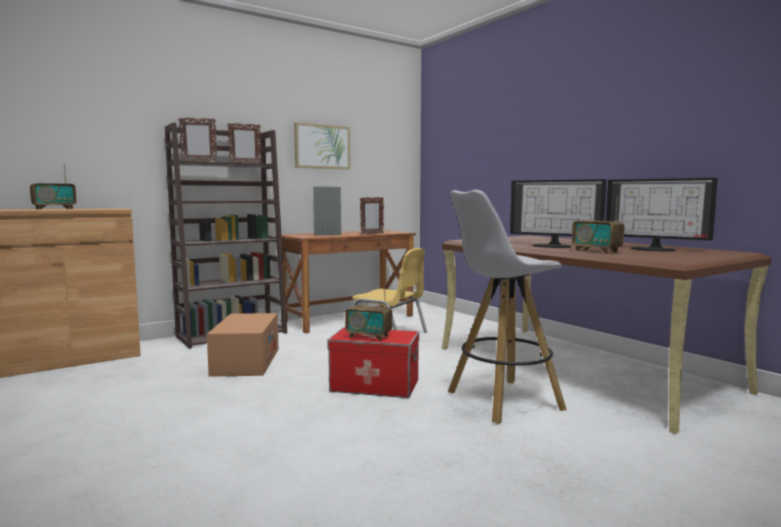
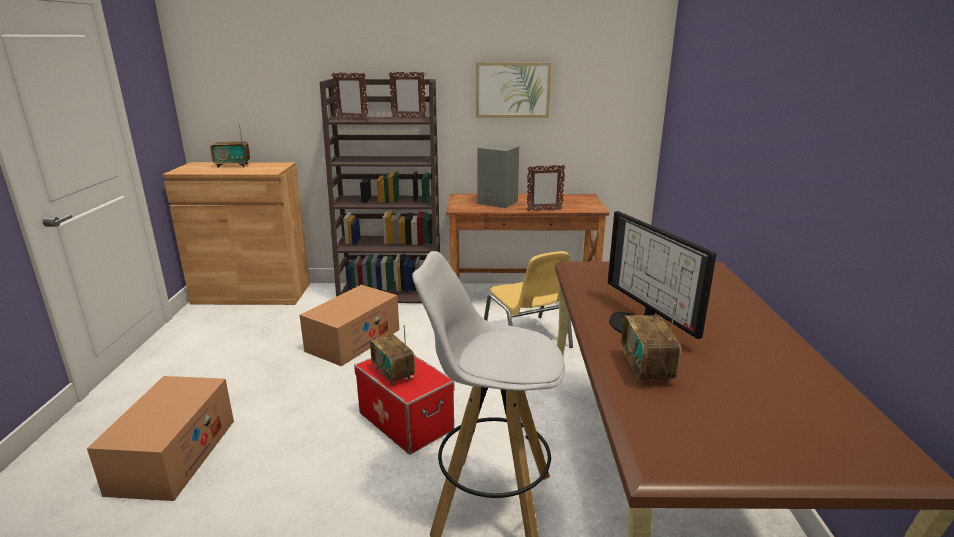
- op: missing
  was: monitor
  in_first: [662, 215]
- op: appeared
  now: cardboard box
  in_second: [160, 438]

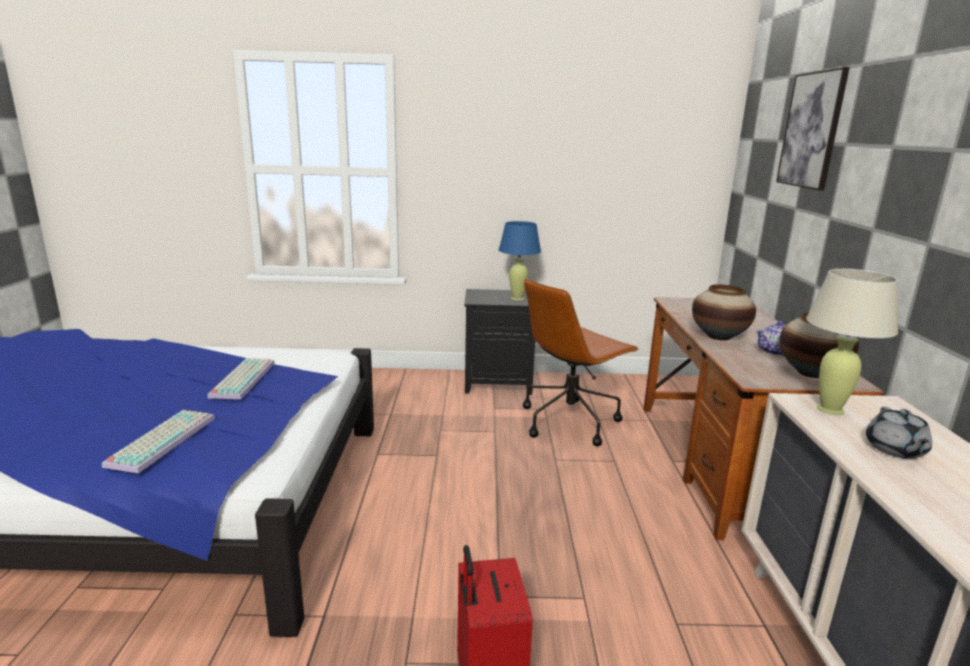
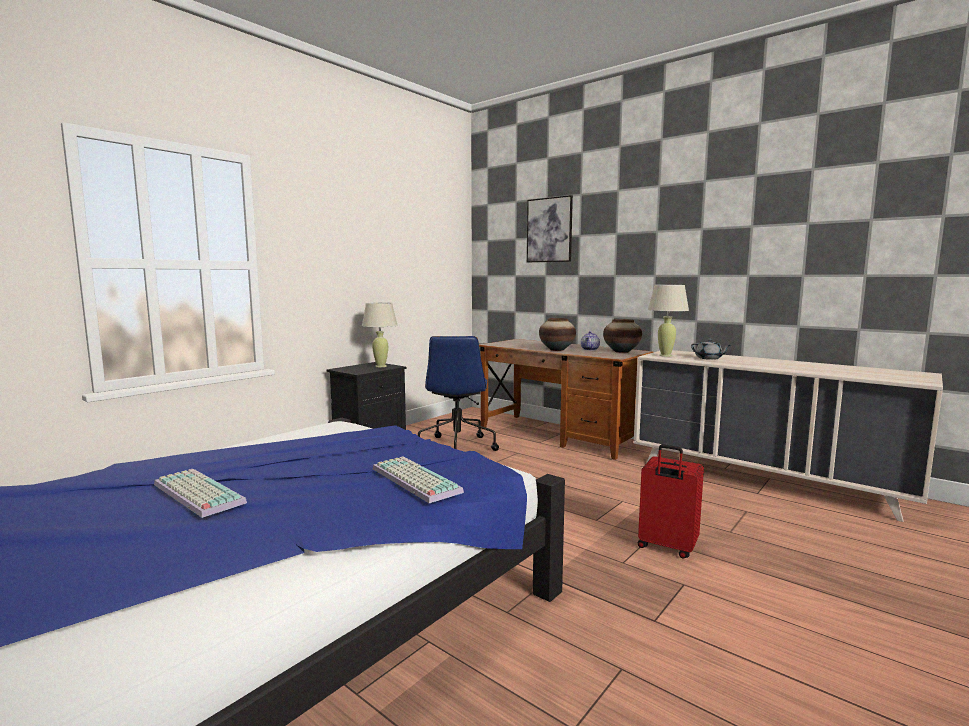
- op: relocated
  was: keyboard
  in_first: [241, 378]
  in_second: [200, 493]
- op: colour
  was: table lamp/blue
  now: table lamp/beige
  in_first: [520, 261]
  in_second: [379, 334]
- op: colour
  was: office chair/brown
  now: office chair/blue
  in_first: [581, 362]
  in_second: [458, 393]

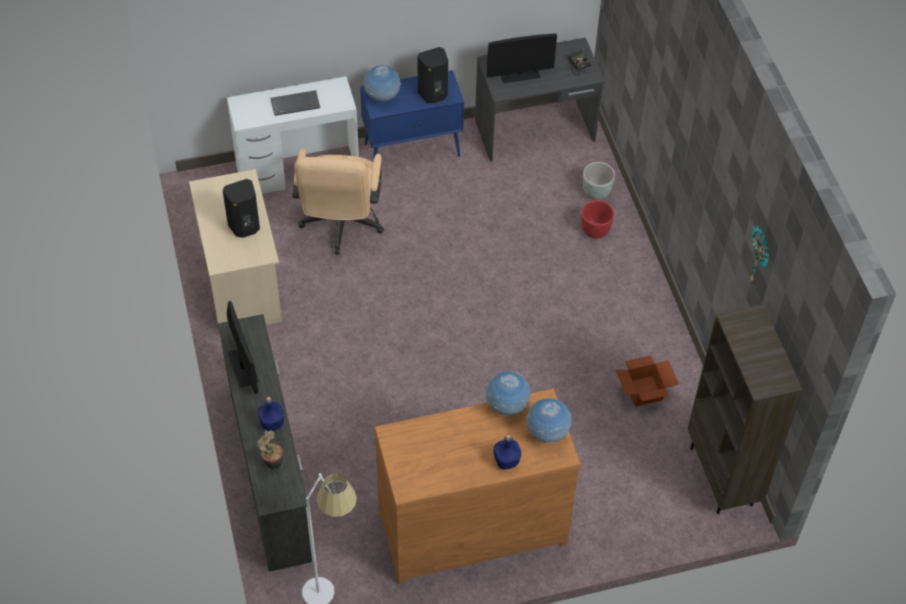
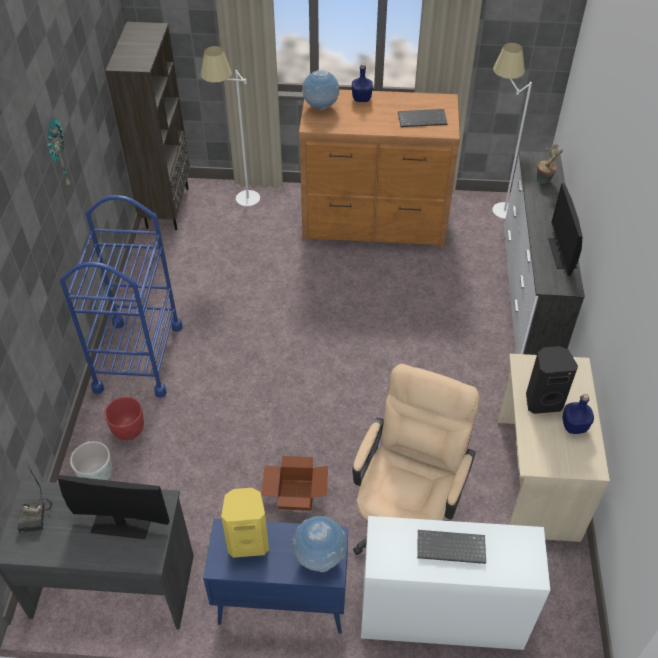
- op: missing
  was: globe
  in_first: [508, 393]
- op: appeared
  now: cart/blue
  in_second: [121, 296]
- op: appeared
  now: floor lamp/white
  in_second: [230, 126]
- op: appeared
  now: keyboard
  in_second: [423, 118]
- op: relocated
  was: bottle/blue
  in_first: [271, 414]
  in_second: [578, 414]
- op: relocated
  was: cardboard box
  in_first: [647, 381]
  in_second: [294, 483]
- op: relocated
  was: wall clock
  in_first: [759, 254]
  in_second: [58, 152]
- op: colour
  was: speaker/black
  now: speaker/yellow
  in_first: [433, 75]
  in_second: [245, 523]

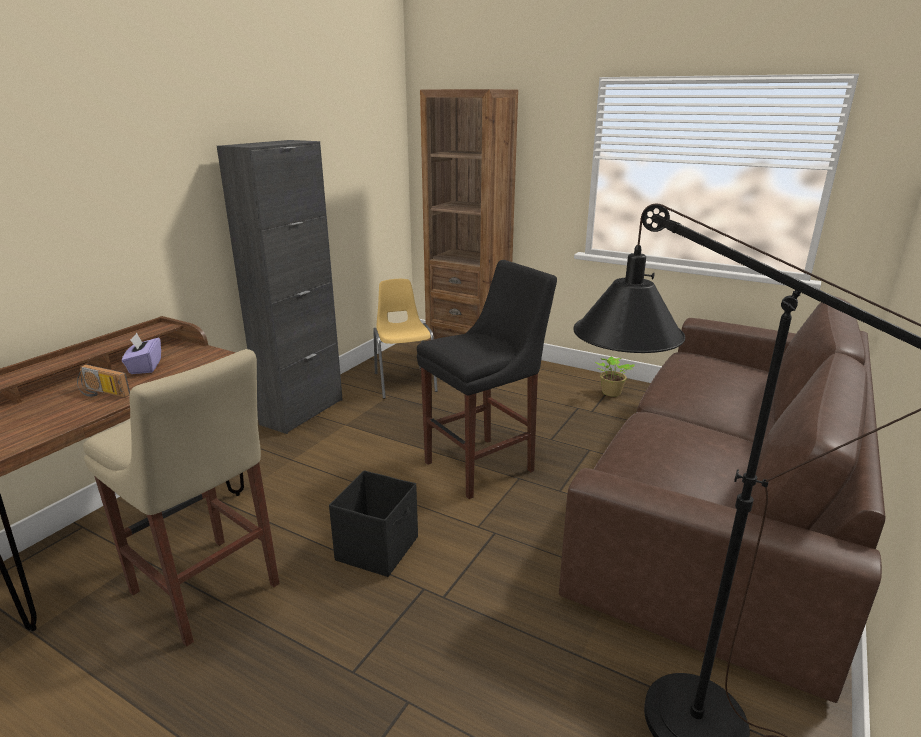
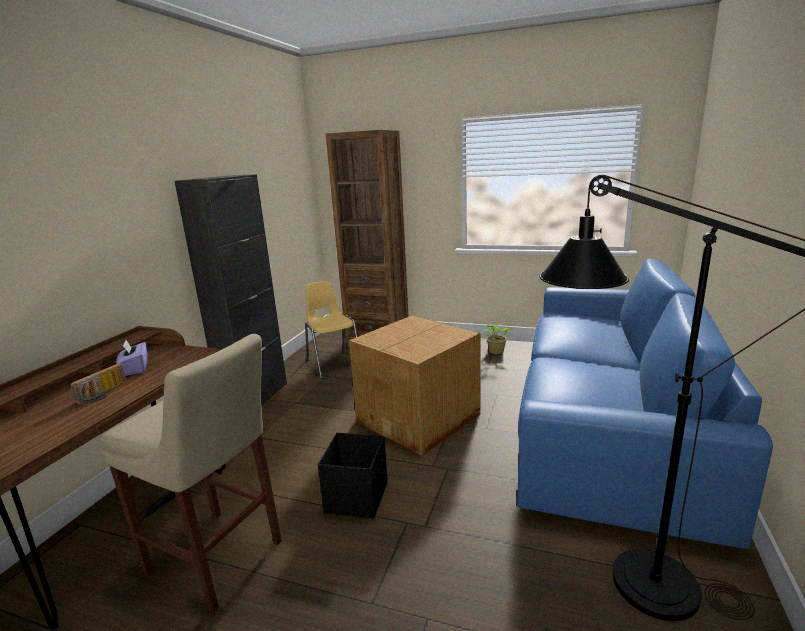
- op: exchanged
  was: stool/black
  now: cardboard box
  in_first: [487, 379]
  in_second: [415, 386]
- op: colour
  was: sofa/brown
  now: sofa/blue
  in_first: [722, 499]
  in_second: [645, 404]
- op: spun
  was: radio
  in_first: [103, 381]
  in_second: [98, 384]
  clockwise: -75

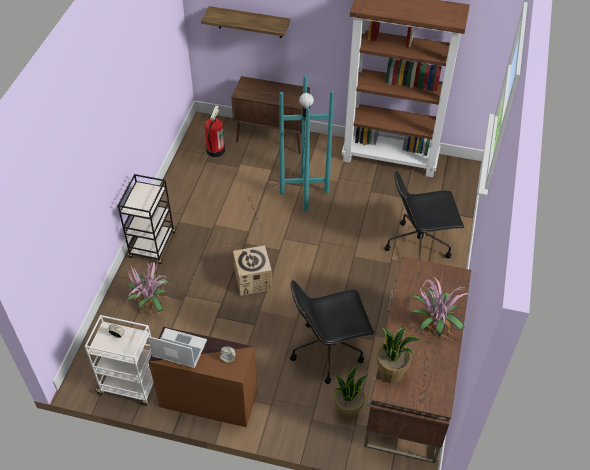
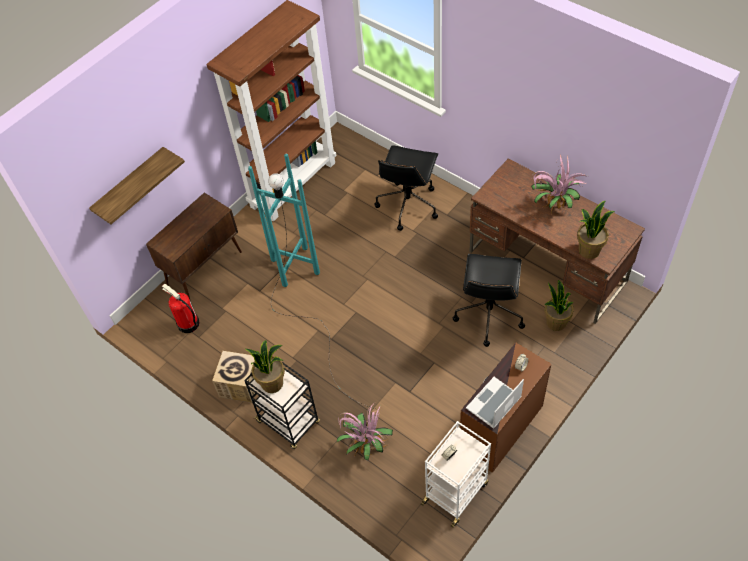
- op: appeared
  now: potted plant
  in_second: [265, 366]
- op: relocated
  was: cardboard box
  in_first: [252, 270]
  in_second: [233, 377]

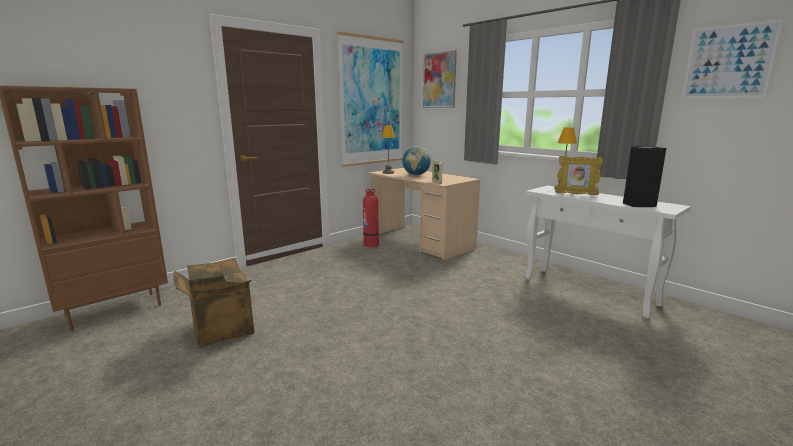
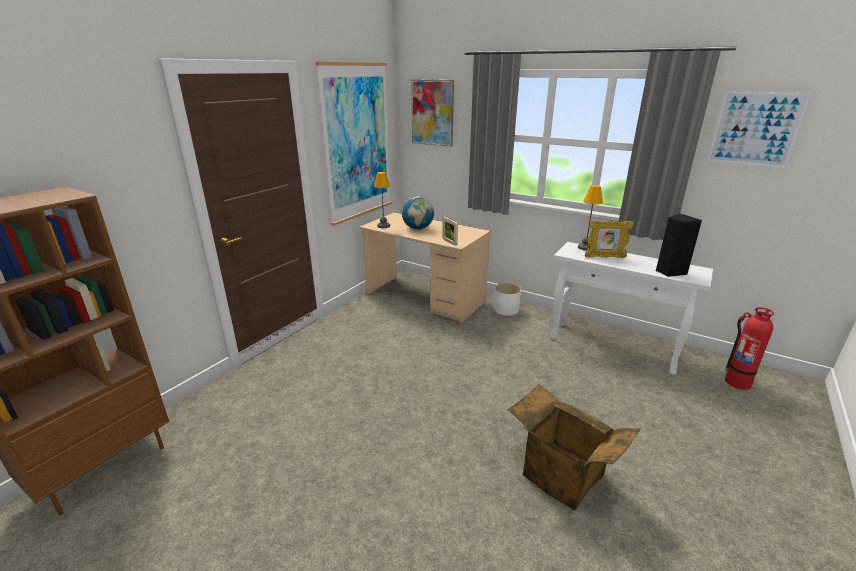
- op: appeared
  now: planter/white
  in_second: [508, 299]
- op: relocated
  was: cardboard box
  in_first: [214, 302]
  in_second: [574, 447]
- op: relocated
  was: fire extinguisher
  in_first: [371, 218]
  in_second: [749, 348]

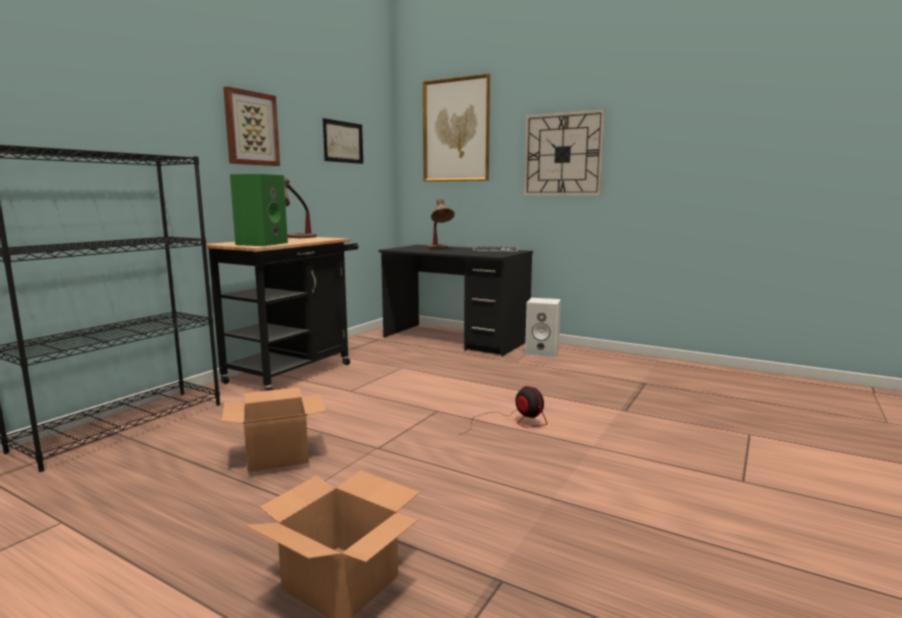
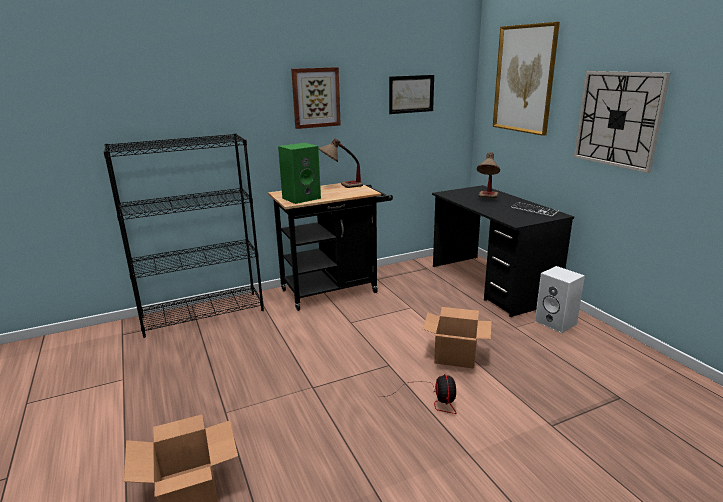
- op: relocated
  was: cardboard box
  in_first: [274, 429]
  in_second: [457, 338]

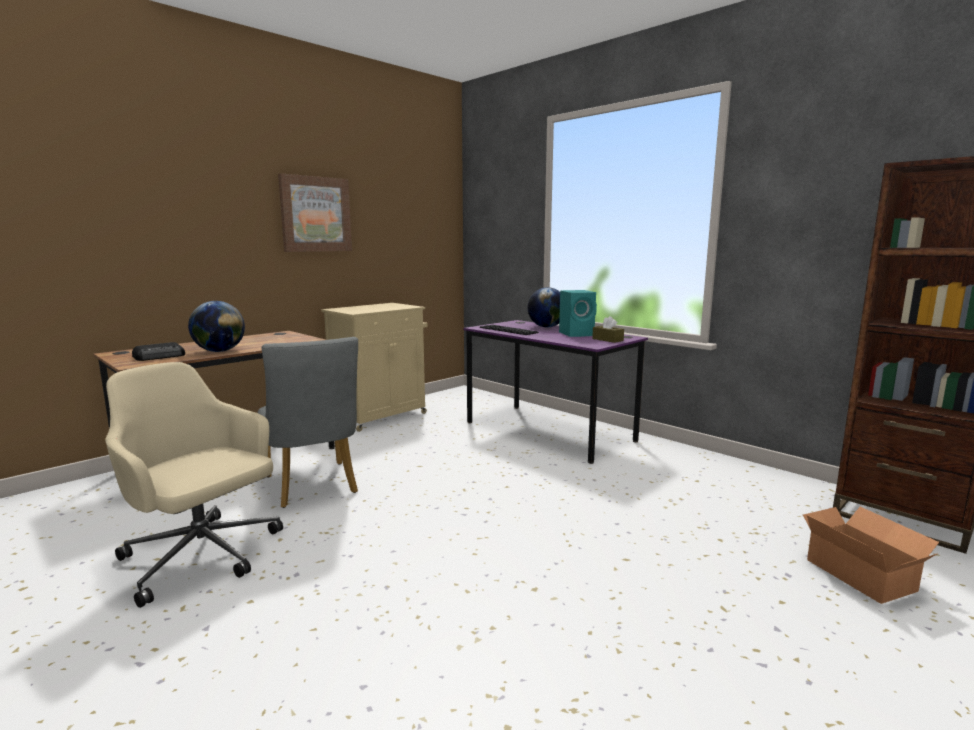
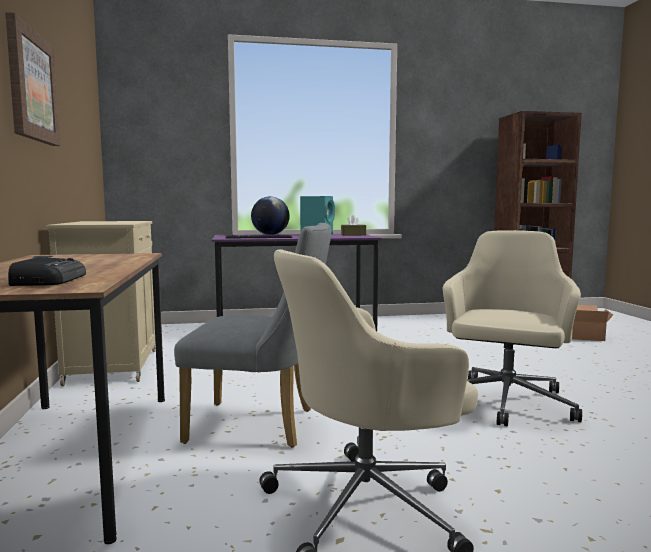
- op: missing
  was: globe
  in_first: [216, 326]
- op: appeared
  now: office chair/beige
  in_second: [512, 328]

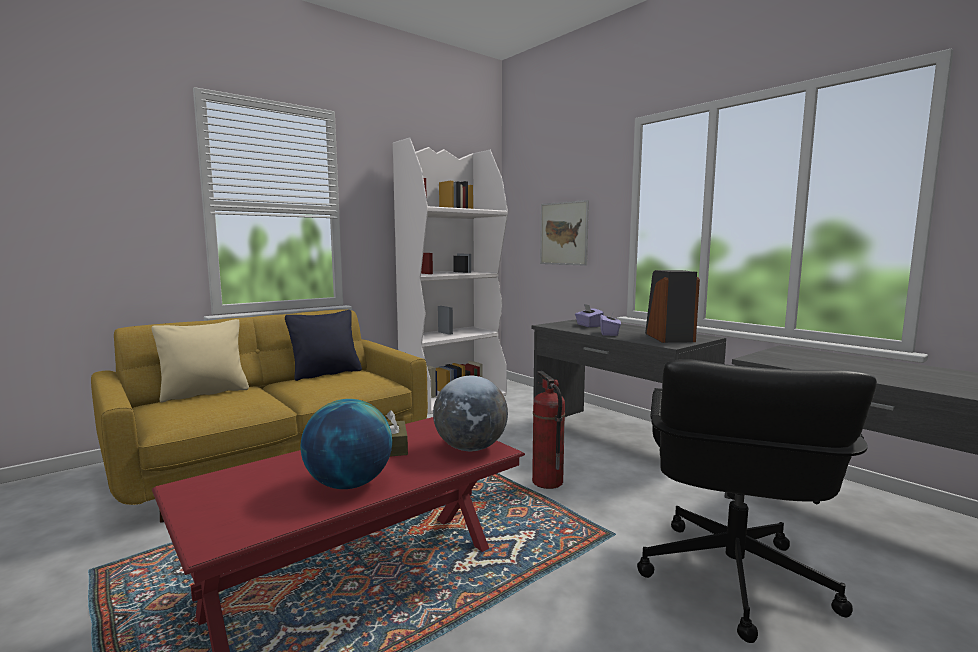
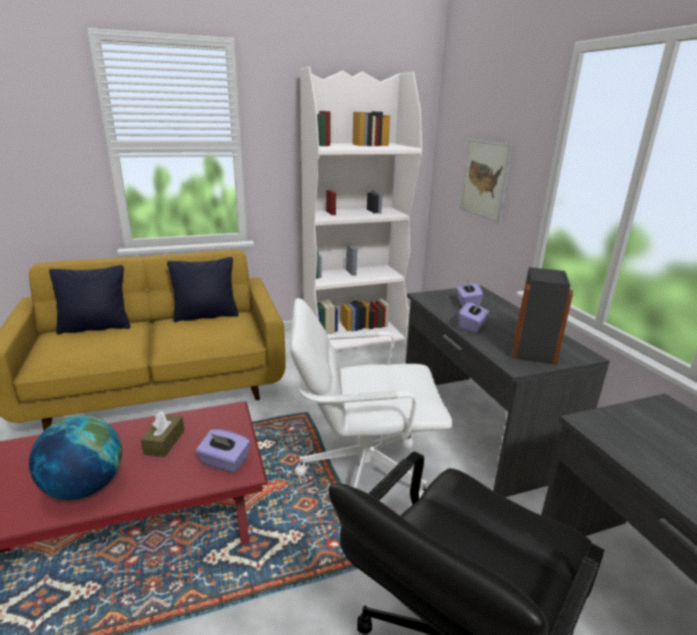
- op: exchanged
  was: globe
  now: tissue box/purple
  in_first: [470, 413]
  in_second: [223, 451]
- op: exchanged
  was: fire extinguisher
  now: office chair/white
  in_first: [548, 430]
  in_second: [371, 398]
- op: colour
  was: pillow/beige
  now: pillow/black
  in_first: [200, 360]
  in_second: [89, 299]

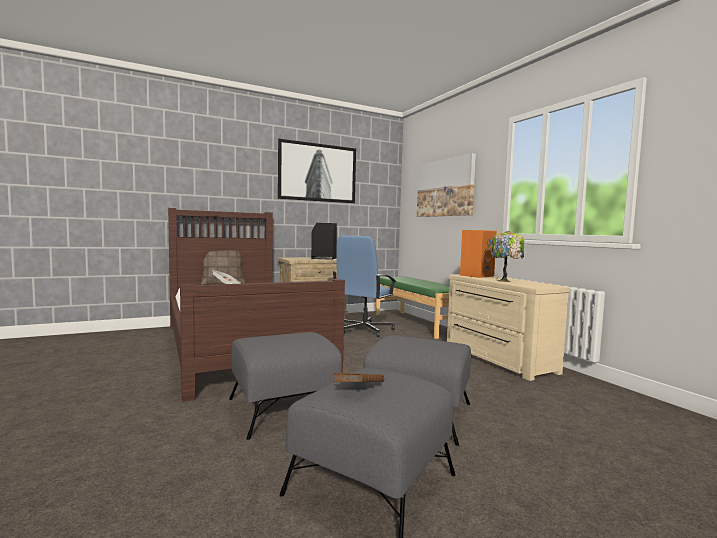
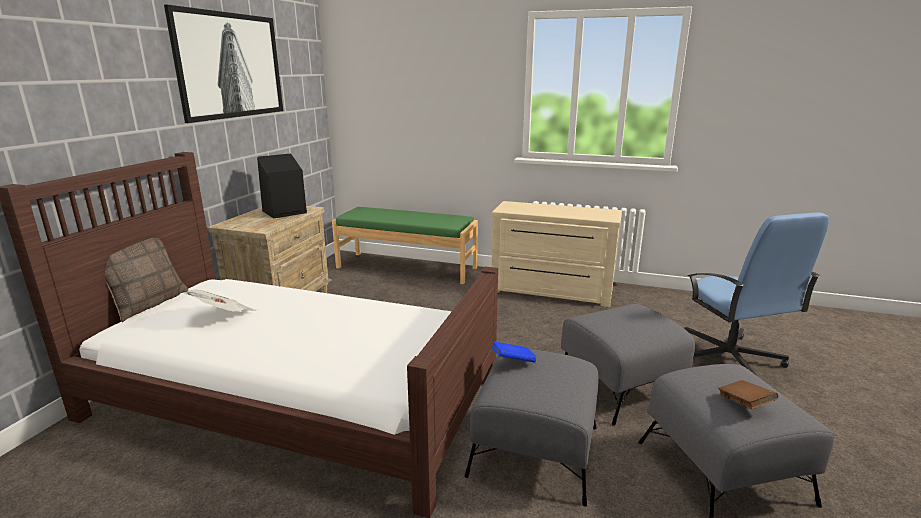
- op: missing
  was: picture
  in_first: [446, 185]
- op: missing
  was: speaker/orange
  in_first: [478, 254]
- op: missing
  was: table lamp
  in_first: [507, 256]
- op: appeared
  now: book/blue
  in_second: [513, 352]
- op: relocated
  was: office chair/blue
  in_first: [364, 286]
  in_second: [756, 294]

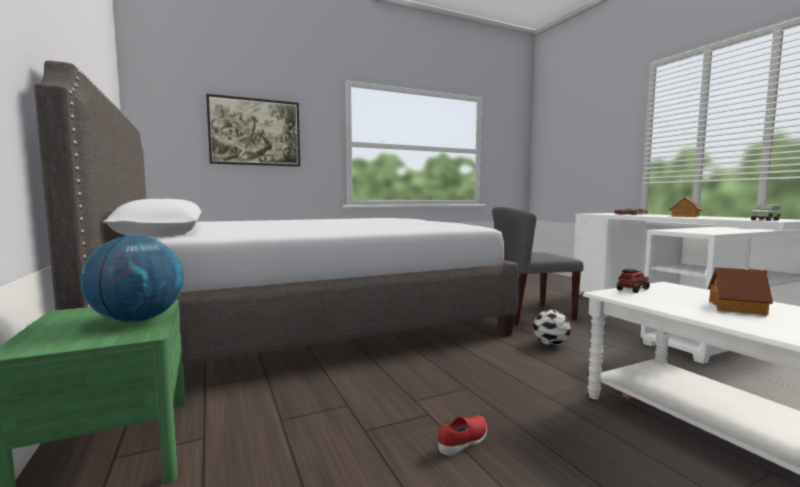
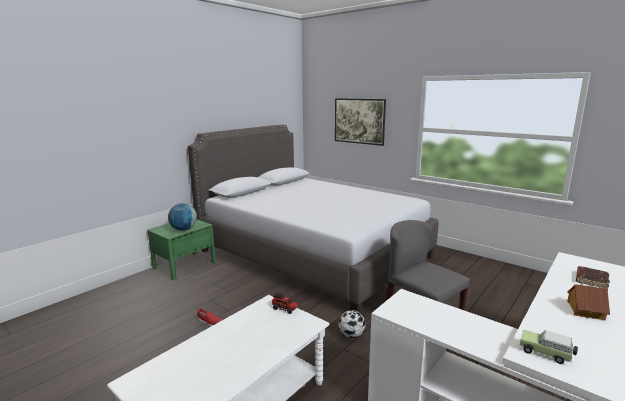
- op: missing
  was: toy house
  in_first: [740, 291]

